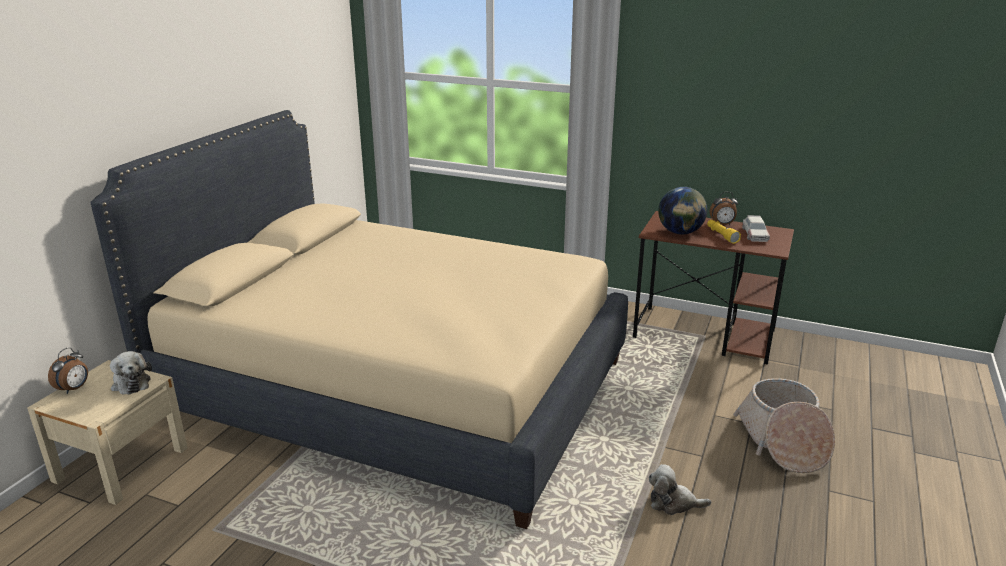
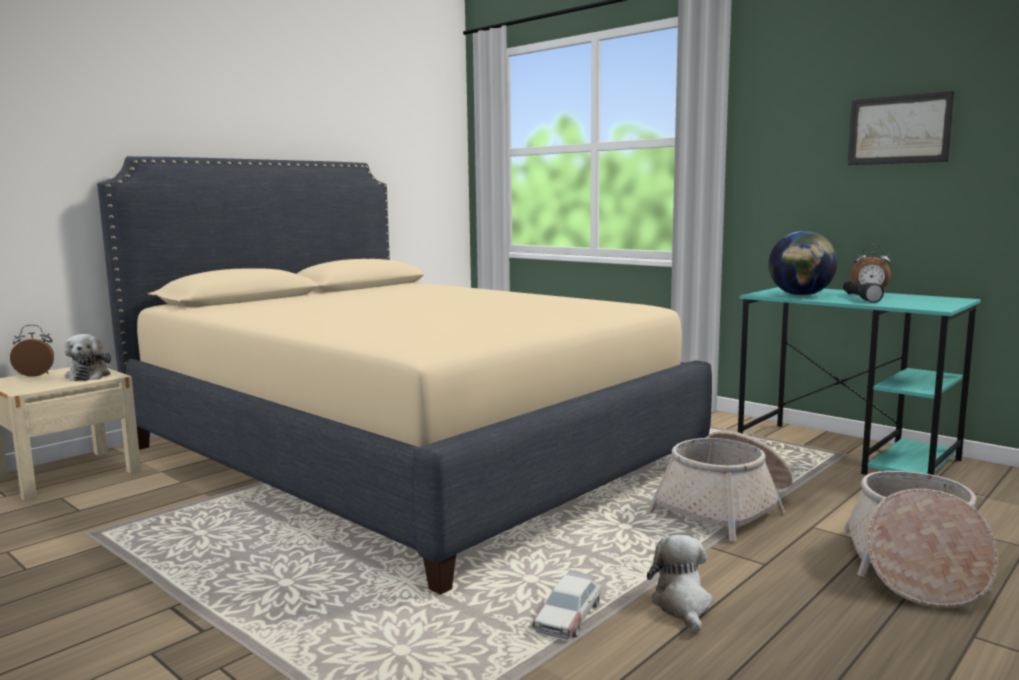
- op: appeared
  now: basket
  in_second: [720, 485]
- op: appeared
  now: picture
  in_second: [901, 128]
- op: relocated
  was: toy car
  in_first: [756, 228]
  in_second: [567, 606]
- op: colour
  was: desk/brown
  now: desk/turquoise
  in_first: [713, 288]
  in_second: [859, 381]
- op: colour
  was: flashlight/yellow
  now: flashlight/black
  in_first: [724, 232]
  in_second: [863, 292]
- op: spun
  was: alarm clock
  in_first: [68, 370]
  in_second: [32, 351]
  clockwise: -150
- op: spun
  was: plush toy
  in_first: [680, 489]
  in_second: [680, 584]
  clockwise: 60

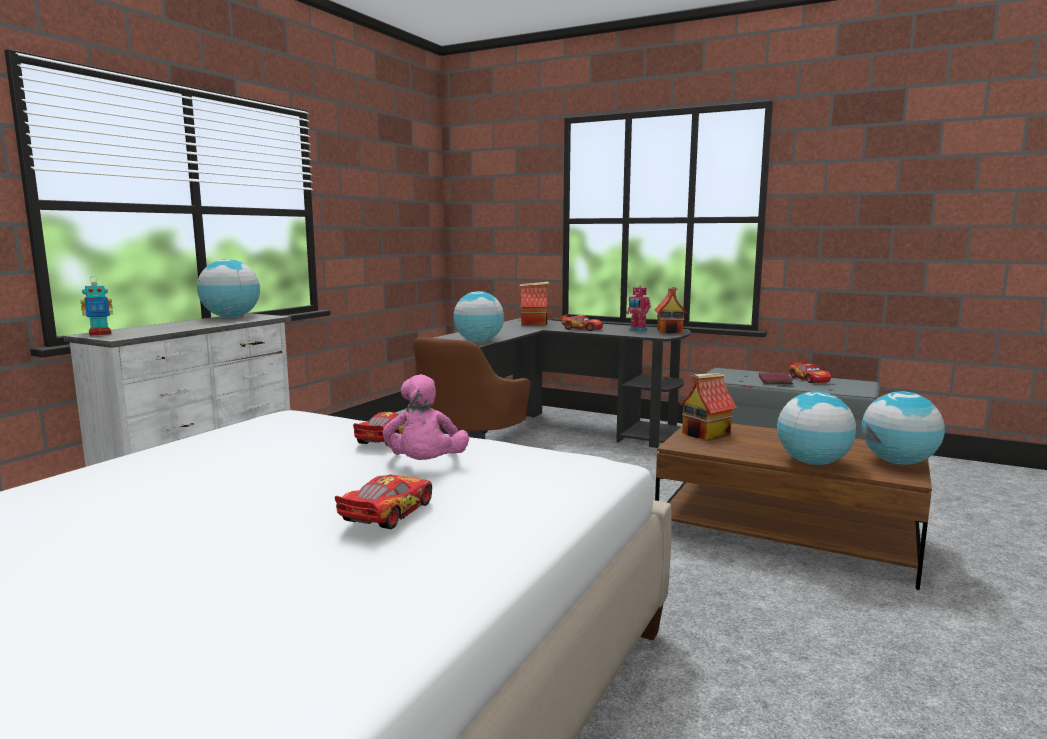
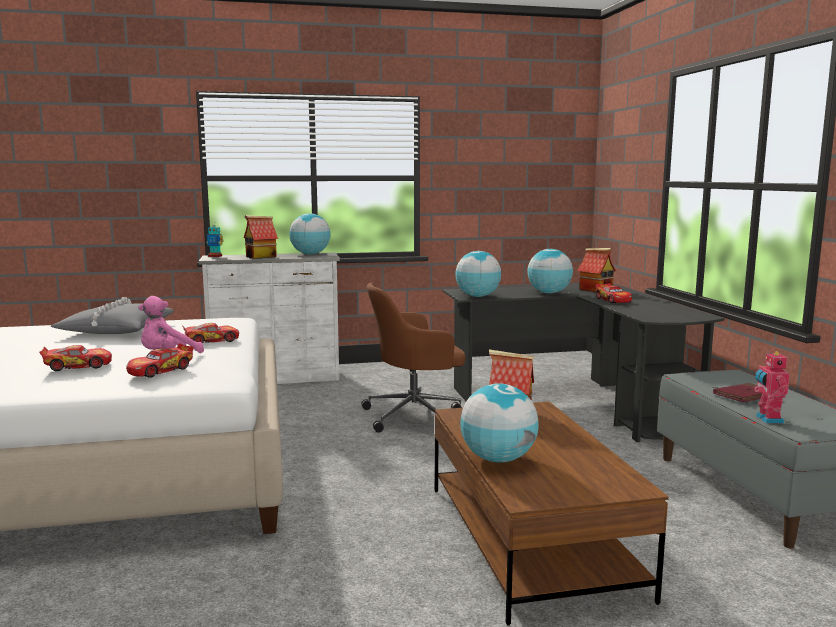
- op: appeared
  now: pillow/grey
  in_second: [112, 315]
- op: relocated
  was: toy robot
  in_first: [638, 308]
  in_second: [772, 386]
- op: relocated
  was: toy house
  in_first: [671, 310]
  in_second: [261, 237]
- op: relocated
  was: toy car
  in_first: [810, 372]
  in_second: [160, 360]
- op: relocated
  was: globe
  in_first: [903, 428]
  in_second: [550, 271]

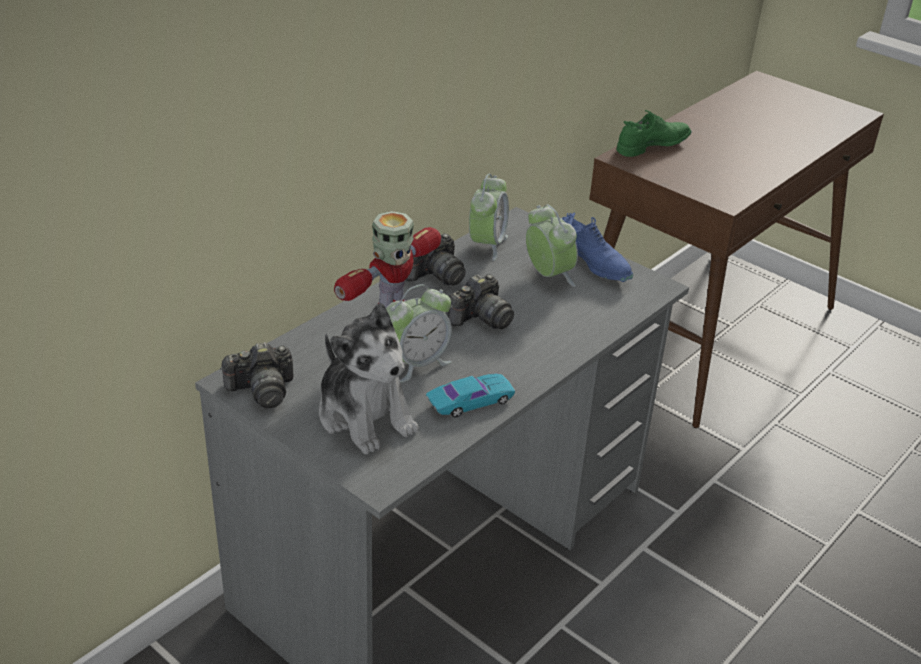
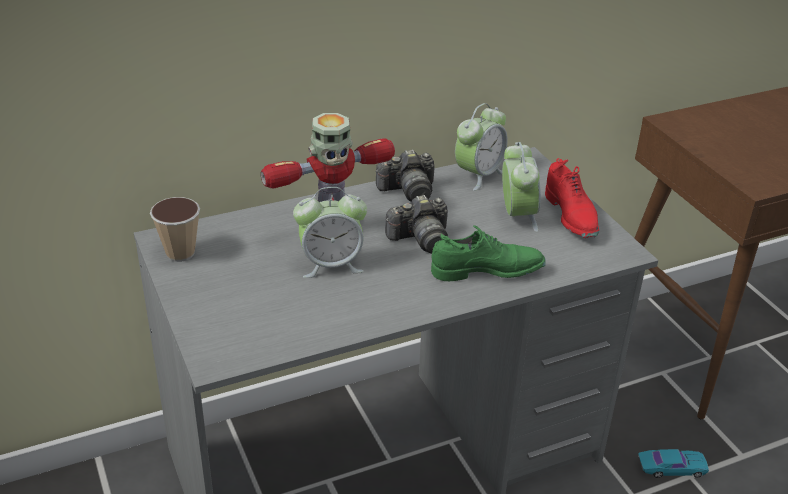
- op: missing
  was: plush toy
  in_first: [369, 378]
- op: relocated
  was: toy car/turquoise
  in_first: [470, 395]
  in_second: [673, 463]
- op: relocated
  was: shoe/green
  in_first: [654, 133]
  in_second: [488, 253]
- op: exchanged
  was: photo camera
  now: cup
  in_first: [257, 375]
  in_second: [175, 229]
- op: colour
  was: shoe/blue
  now: shoe/red
  in_first: [597, 247]
  in_second: [572, 198]

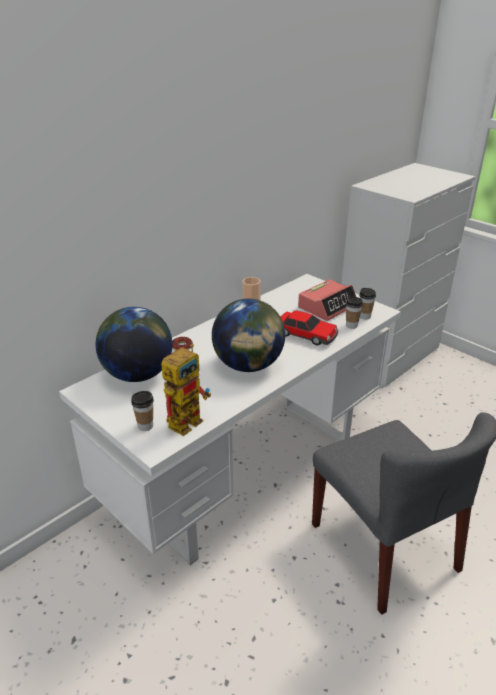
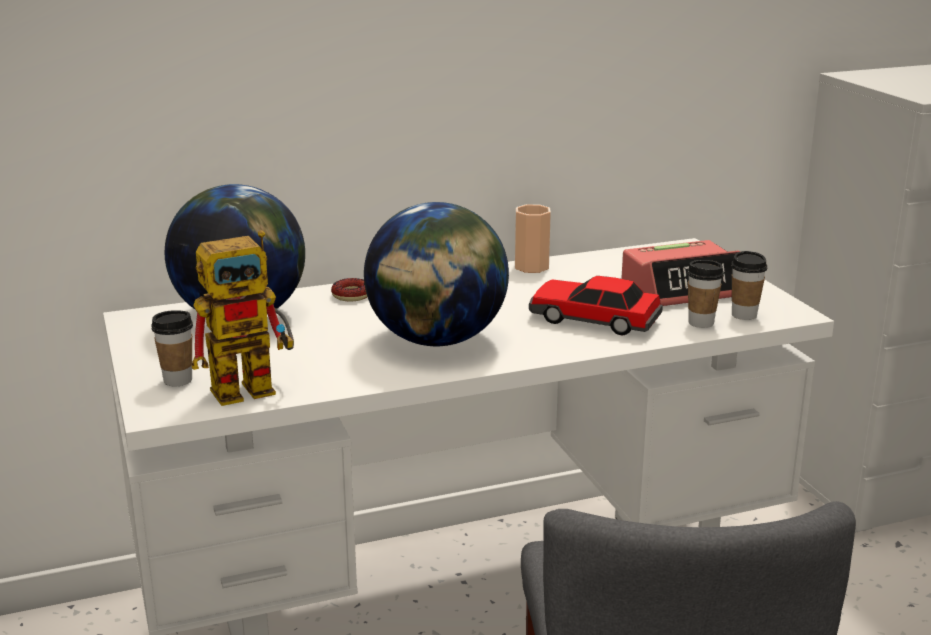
- op: spun
  was: toy car
  in_first: [309, 327]
  in_second: [596, 305]
  clockwise: 150

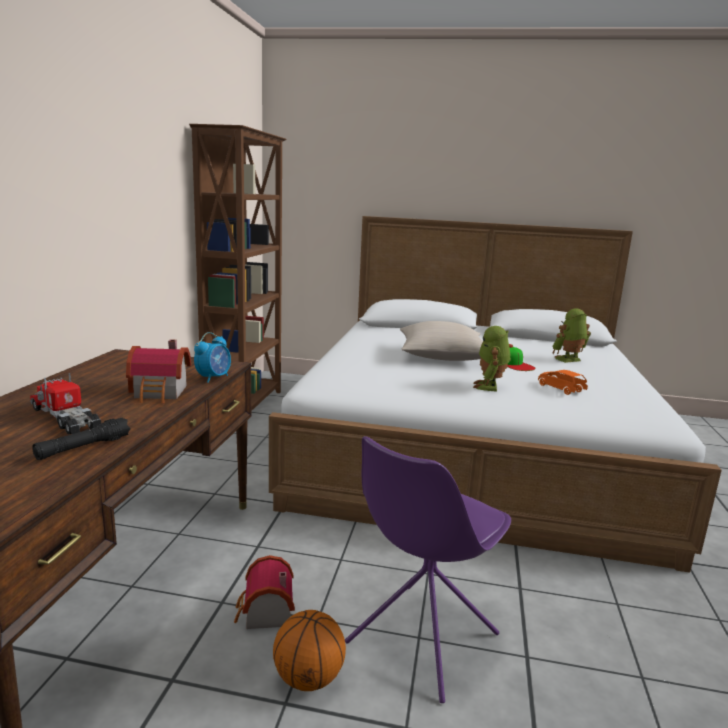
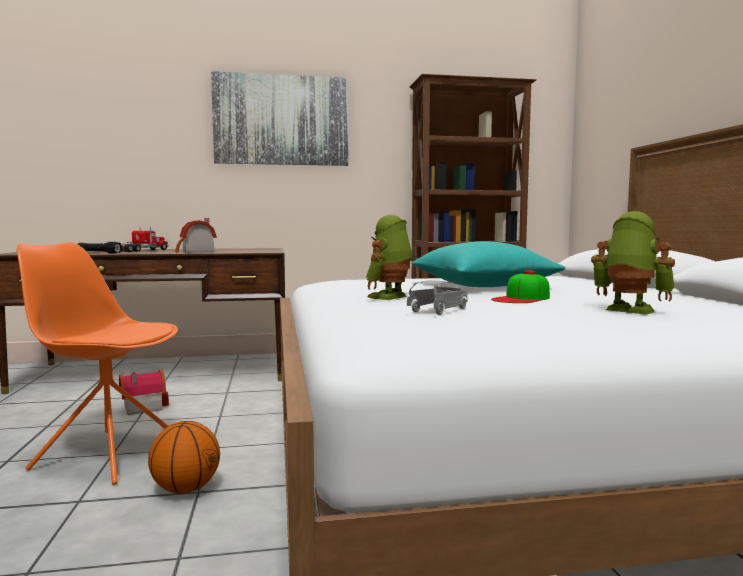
- op: missing
  was: alarm clock
  in_first: [212, 357]
- op: appeared
  now: picture
  in_second: [280, 118]
- op: relocated
  was: basketball
  in_first: [309, 650]
  in_second: [184, 457]
- op: colour
  was: chair/purple
  now: chair/orange
  in_first: [428, 569]
  in_second: [97, 363]
- op: colour
  was: pillow/beige
  now: pillow/turquoise
  in_first: [441, 341]
  in_second: [488, 264]
- op: colour
  was: toy car/orange
  now: toy car/grey
  in_first: [563, 382]
  in_second: [437, 297]
- op: spun
  was: toy robot
  in_first: [492, 359]
  in_second: [389, 257]
  clockwise: -45

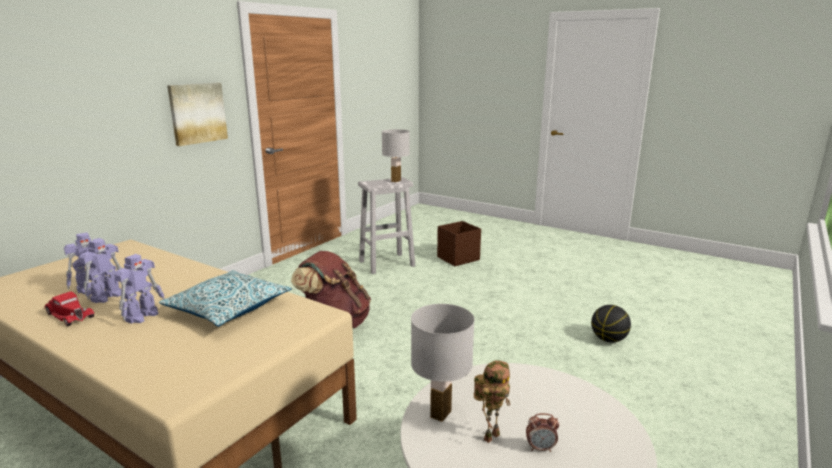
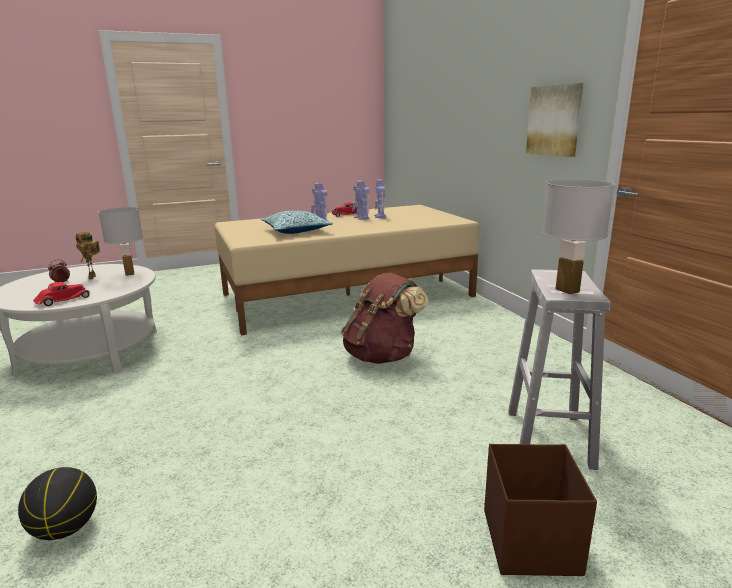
- op: appeared
  now: toy car/red
  in_second: [62, 294]

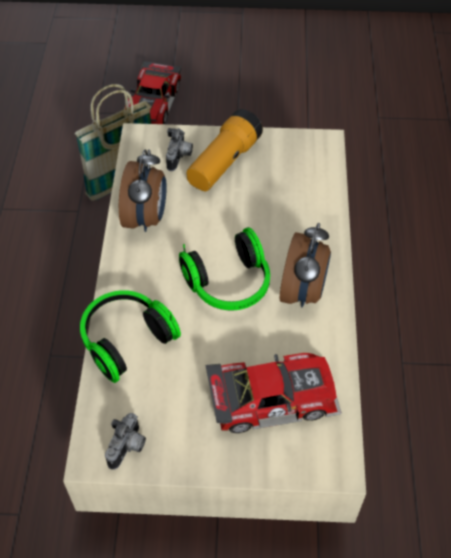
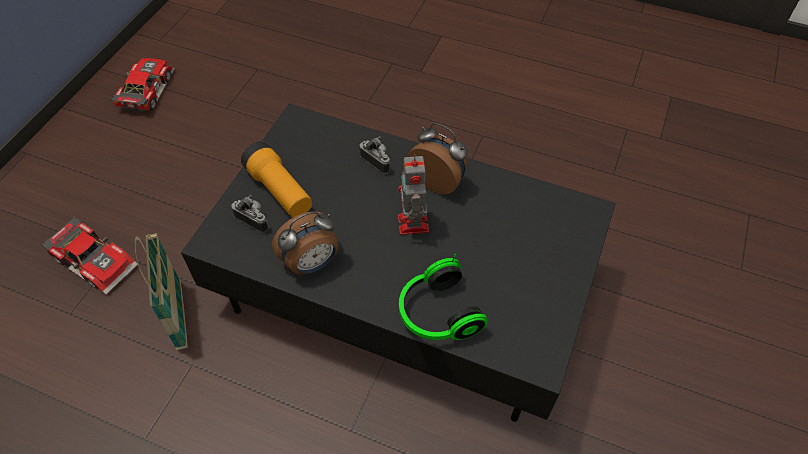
- op: relocated
  was: photo camera
  in_first: [125, 441]
  in_second: [375, 155]
- op: relocated
  was: toy car
  in_first: [274, 393]
  in_second: [142, 85]
- op: exchanged
  was: headphones
  now: toy robot
  in_first: [224, 268]
  in_second: [413, 194]
- op: colour
  was: coffee table/beige
  now: coffee table/black
  in_first: [214, 323]
  in_second: [398, 263]
- op: spun
  was: alarm clock
  in_first: [143, 190]
  in_second: [305, 243]
  clockwise: 120

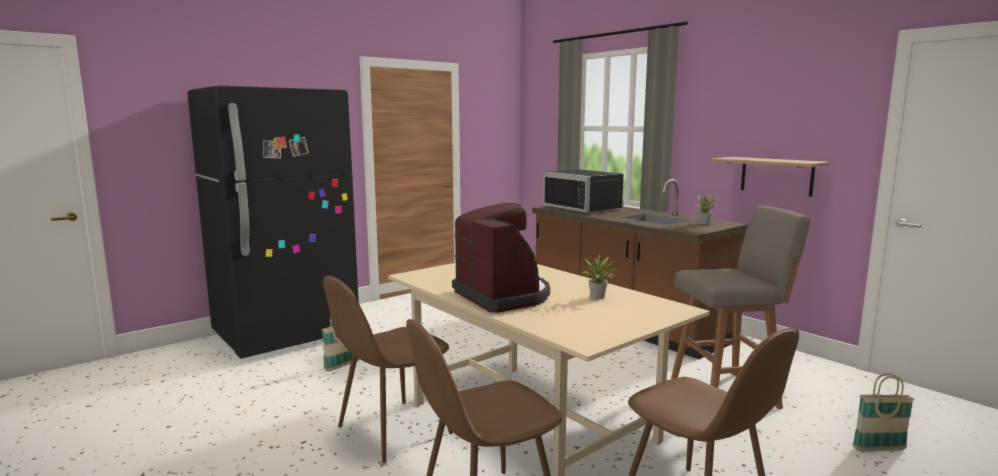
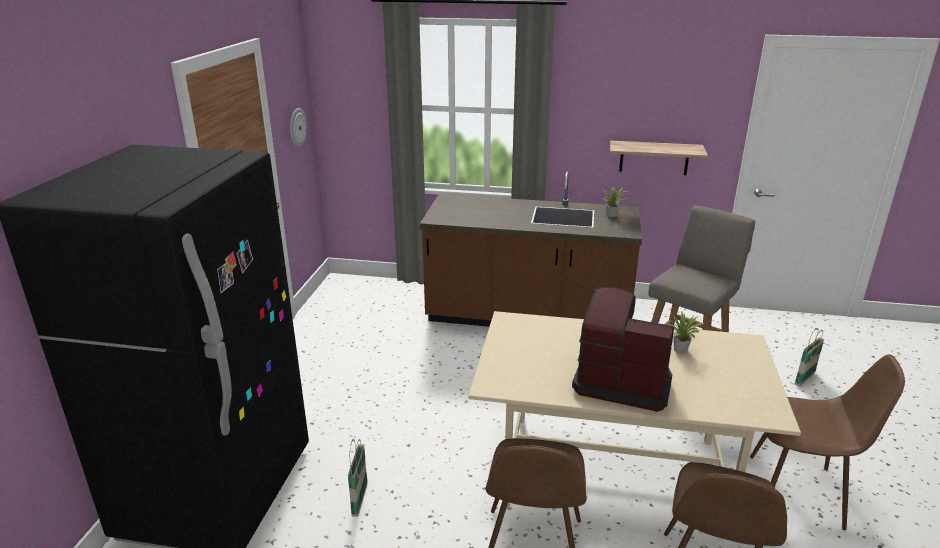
- op: missing
  was: microwave/black
  in_first: [583, 191]
- op: appeared
  now: wall clock
  in_second: [298, 128]

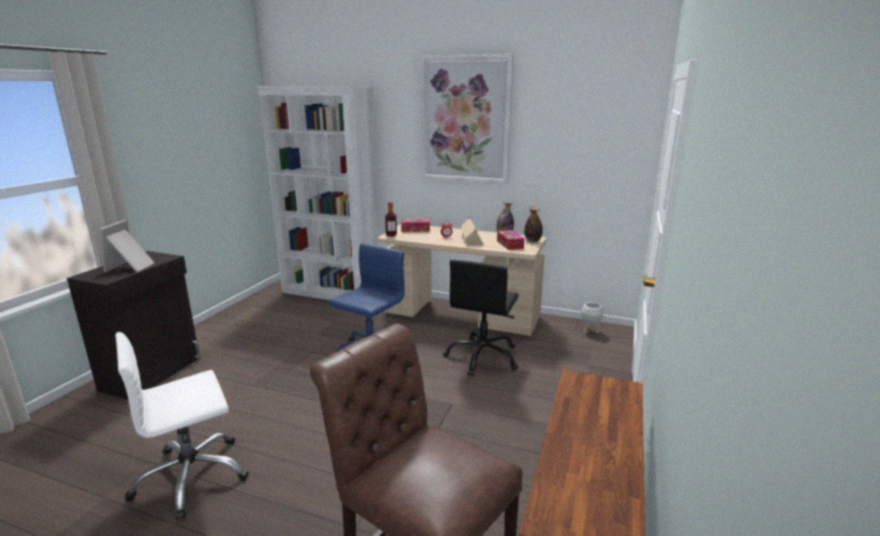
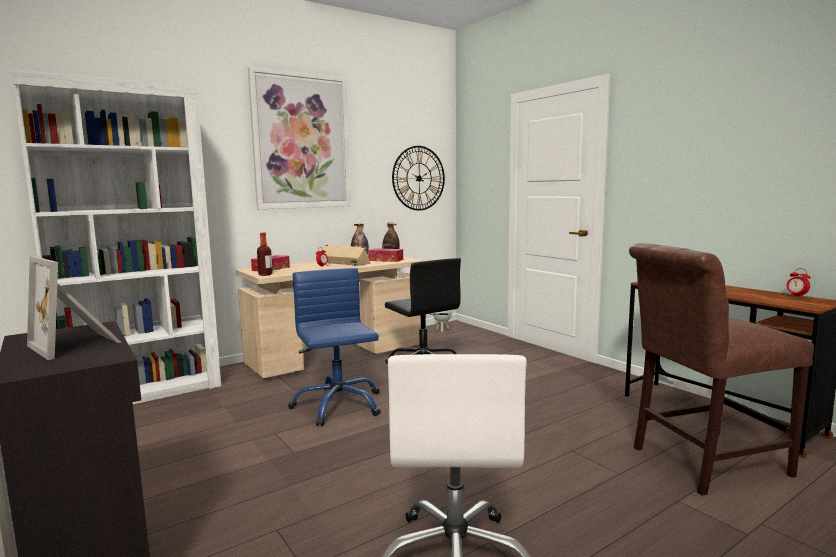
- op: appeared
  now: wall clock
  in_second: [418, 178]
- op: appeared
  now: alarm clock
  in_second: [798, 283]

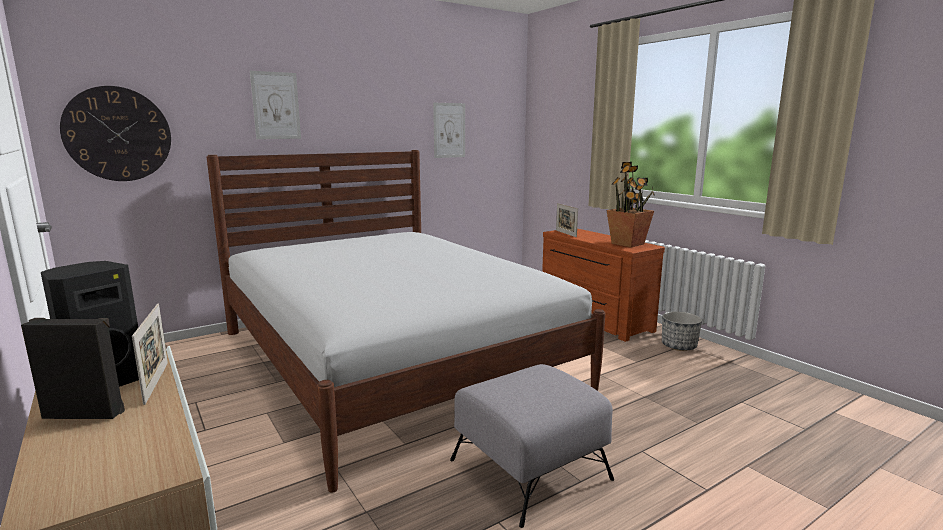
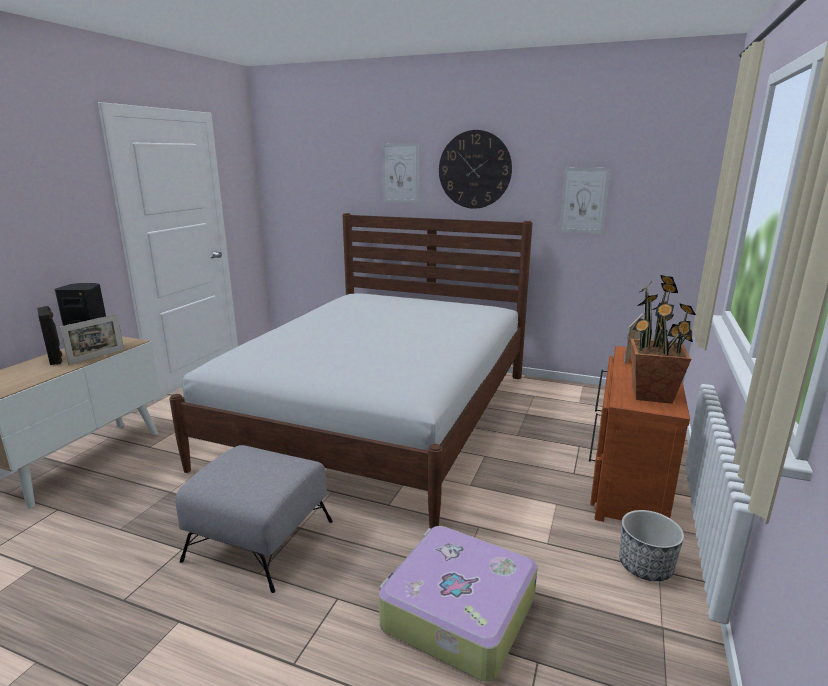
- op: appeared
  now: suitcase
  in_second: [458, 604]
- op: relocated
  was: wall clock
  in_first: [115, 133]
  in_second: [475, 169]

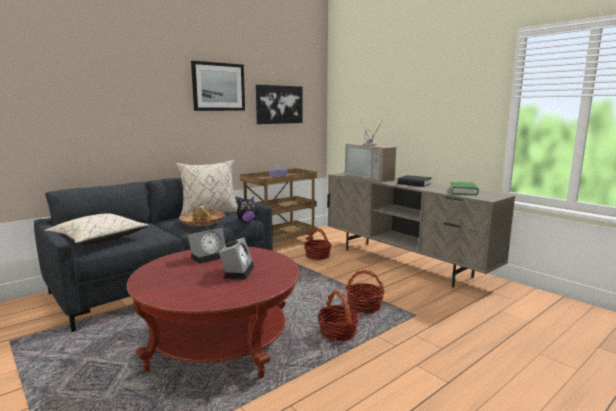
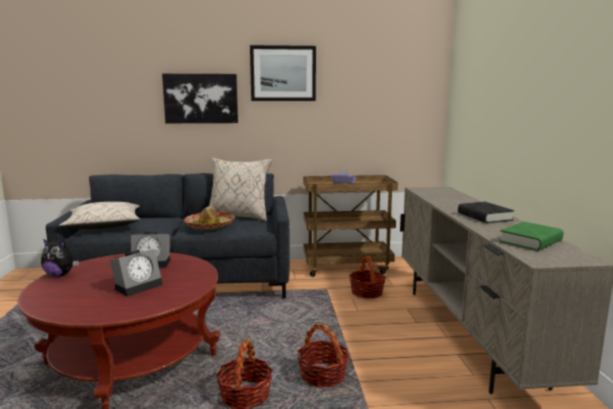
- op: missing
  was: television
  in_first: [370, 150]
- op: relocated
  was: plush toy
  in_first: [247, 209]
  in_second: [60, 258]
- op: relocated
  was: picture
  in_first: [279, 104]
  in_second: [200, 98]

